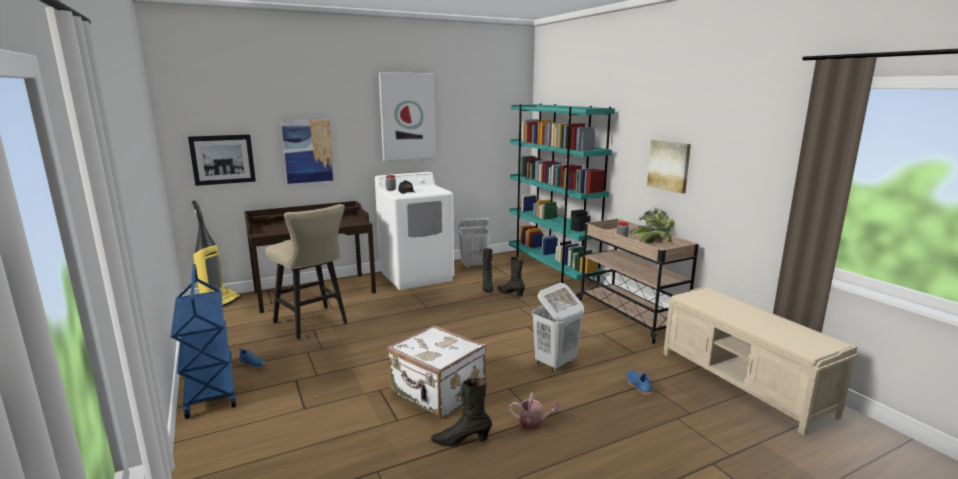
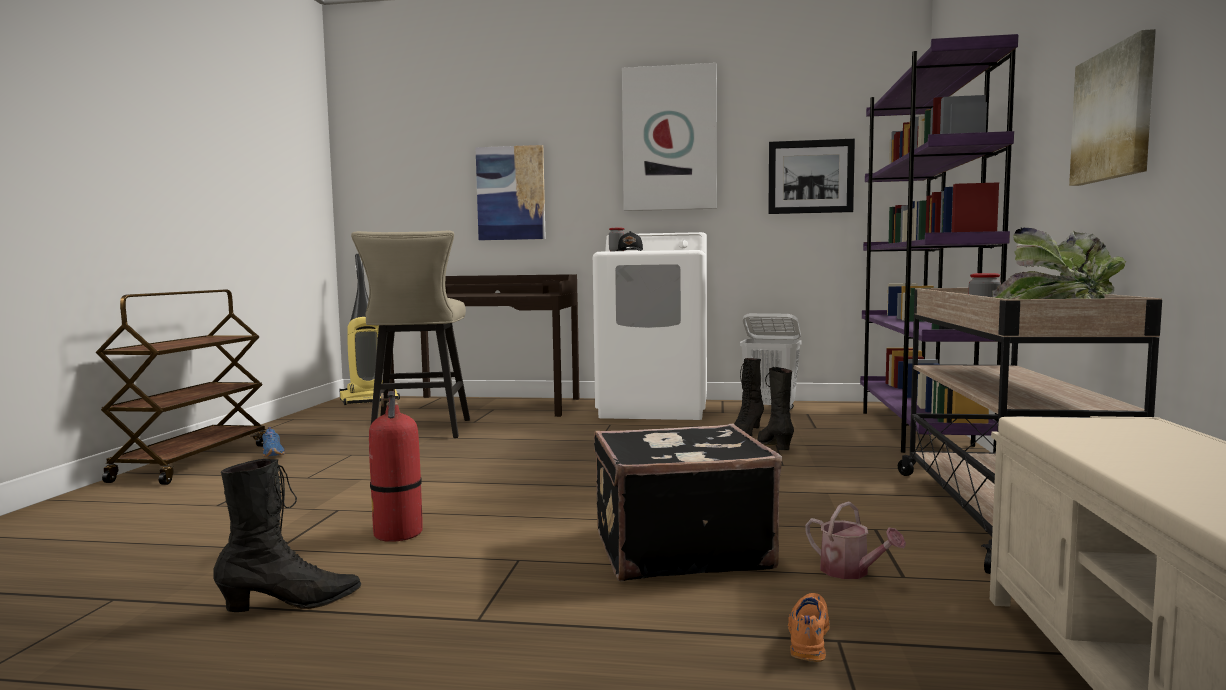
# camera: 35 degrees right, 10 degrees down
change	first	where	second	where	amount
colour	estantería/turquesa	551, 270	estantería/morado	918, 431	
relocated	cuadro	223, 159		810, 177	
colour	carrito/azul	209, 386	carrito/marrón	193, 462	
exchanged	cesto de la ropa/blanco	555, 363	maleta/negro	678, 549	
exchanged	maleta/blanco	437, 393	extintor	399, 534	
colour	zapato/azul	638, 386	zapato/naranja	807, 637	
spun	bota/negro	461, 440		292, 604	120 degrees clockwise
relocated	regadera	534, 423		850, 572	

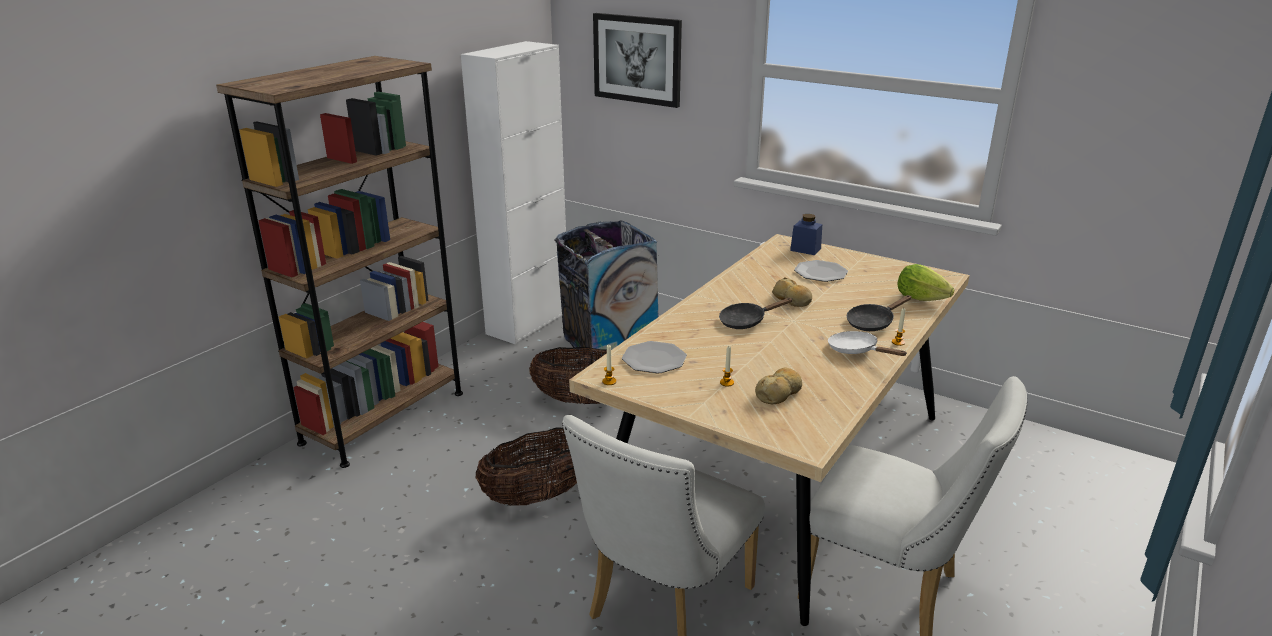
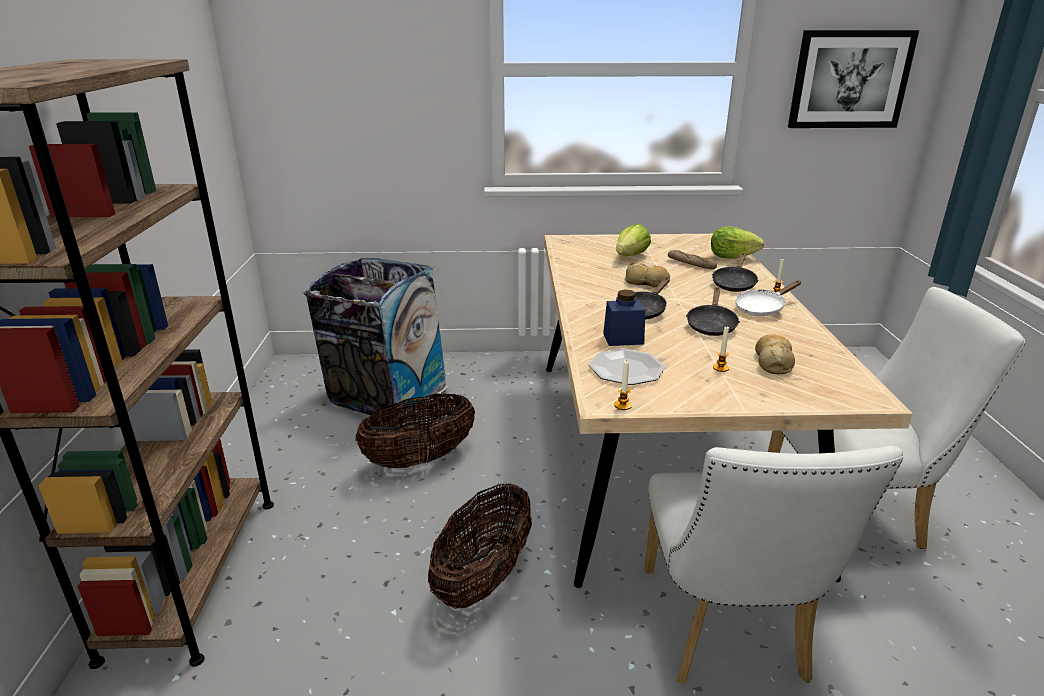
# camera: 35 degrees left, 0 degrees up
change	first	where	second	where	amount
relocated	cuadro	637, 59		850, 80	
missing	armario/blanco	528, 322			
relocated	tarro/azul	805, 249		623, 339	
exchanged	plato	820, 273	lechuga	631, 256	
spun	sartén/blanco	856, 351		762, 308	45 degrees counterclockwise
appeared			pan	691, 264	
appeared			sartén/negro	711, 325	

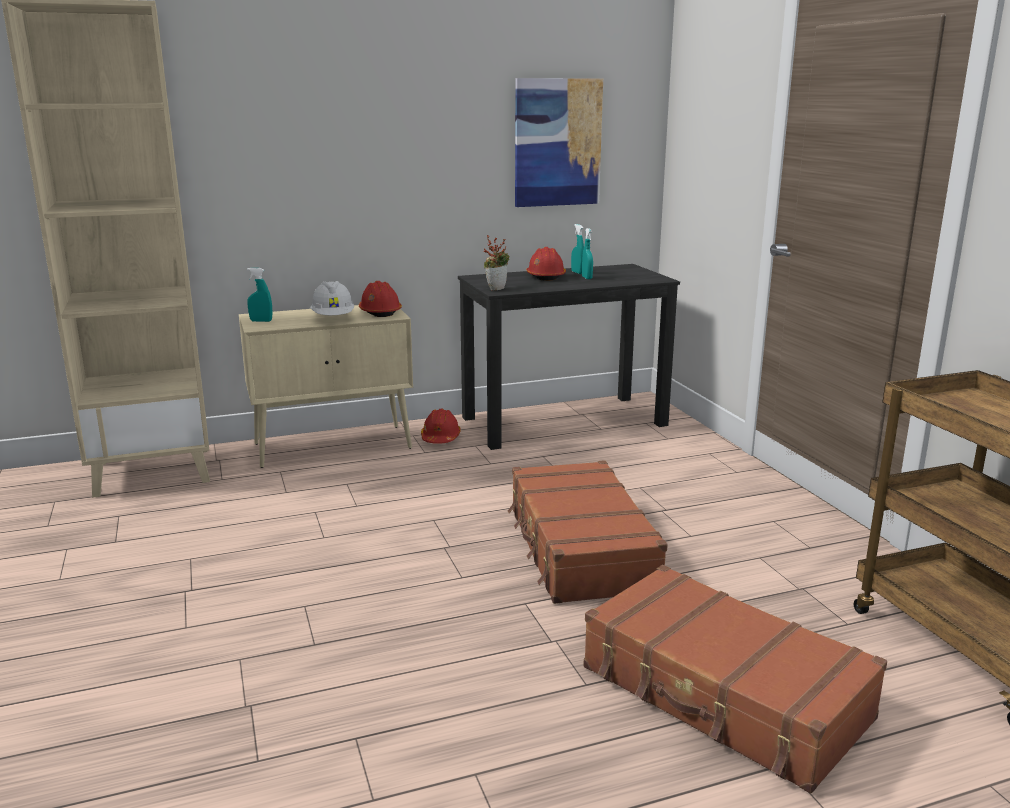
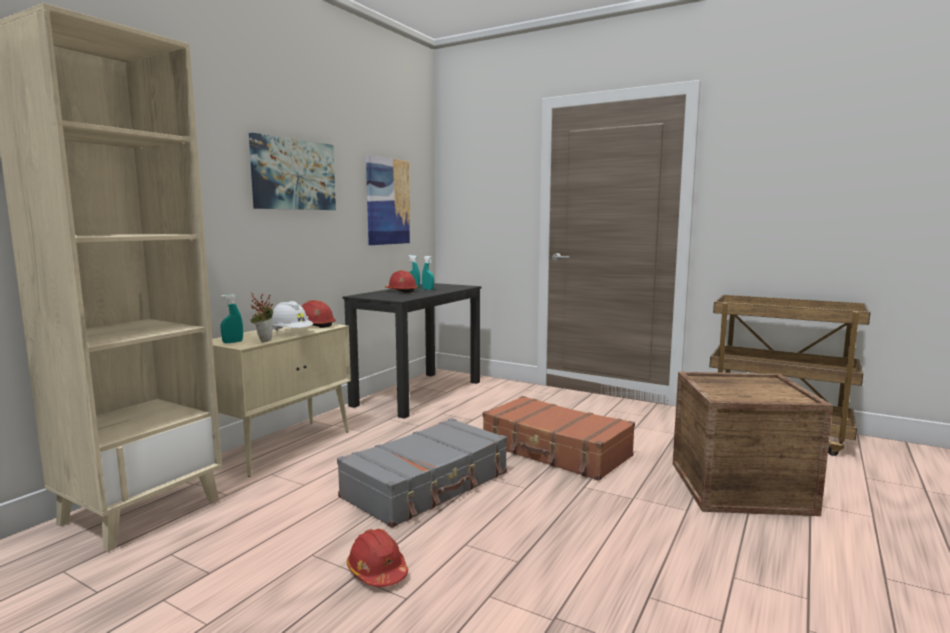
# camera: 40 degrees left, 10 degrees down
change	first	where	second	where	amount
relocated	planta en maceta	496, 288		264, 340	
relocated	casco/rojo	440, 438		377, 571	
exchanged	maleta/marrón	723, 694	caja de embalaje	739, 487	
appeared			cuadro	293, 174	
appeared			maleta/gris	427, 485	

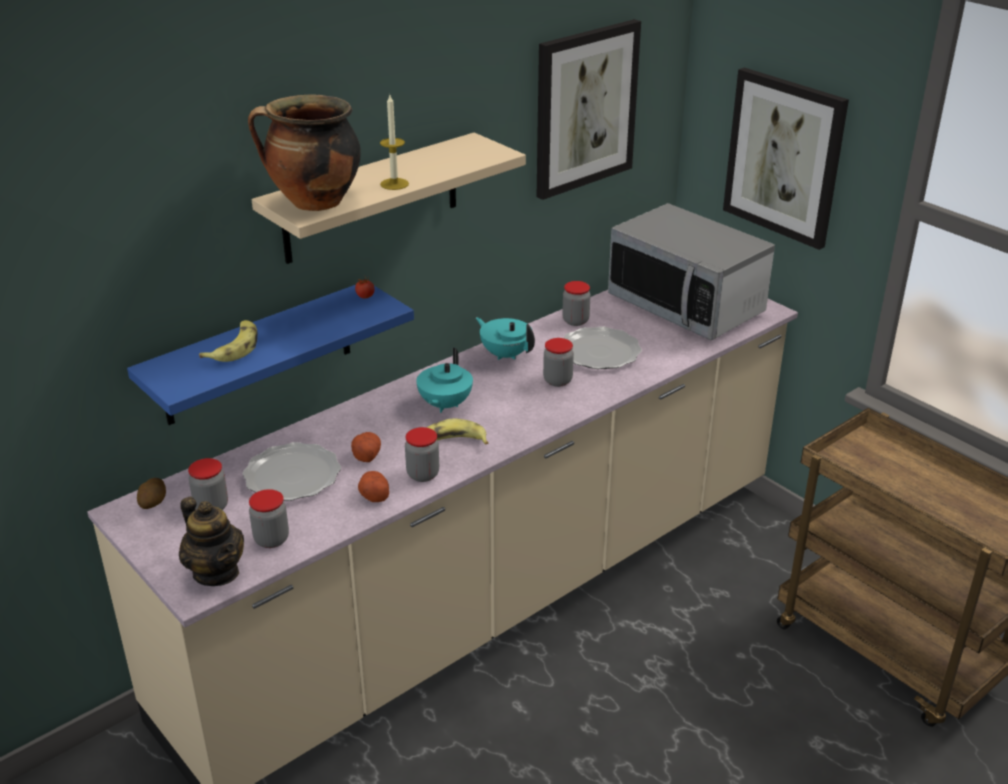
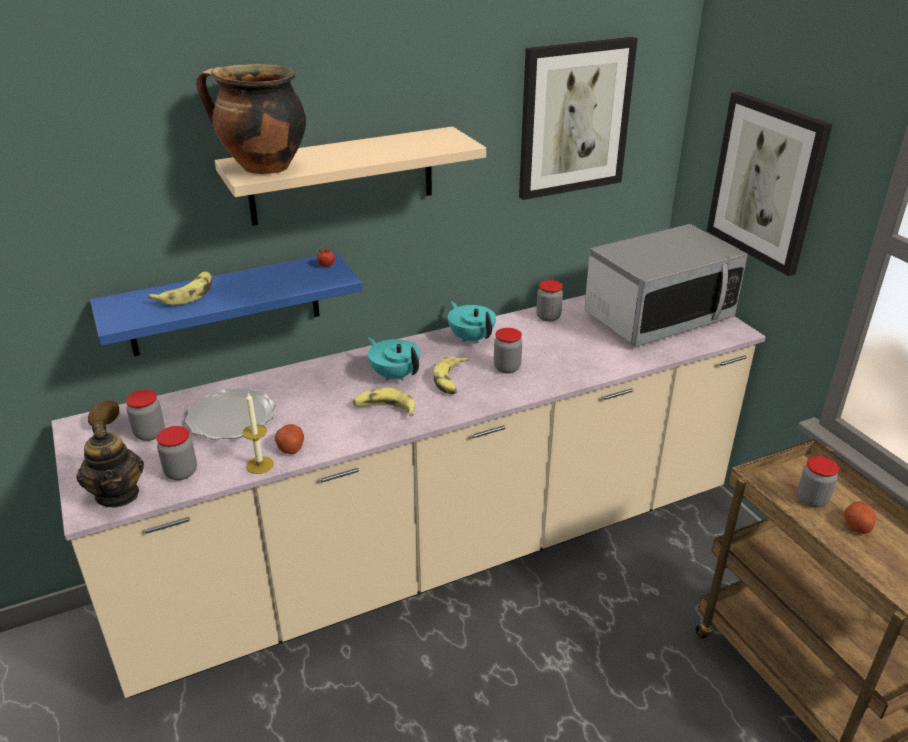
# camera: 15 degrees right, 0 degrees up
change	first	where	second	where	amount
relocated	vela	394, 184		260, 465	
spun	microondas	686, 306		657, 317	90 degrees counterclockwise
missing	plato	600, 352			
spun	tetera/turquesa	444, 405		395, 375	105 degrees clockwise
relocated	tarro	423, 474		812, 499	
relocated	patata	366, 455		857, 524	
appeared			plátano	451, 380	

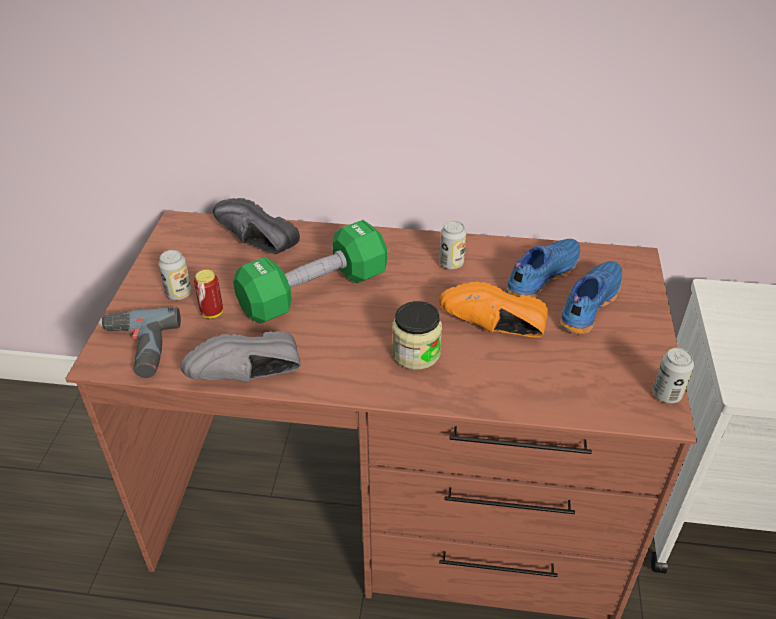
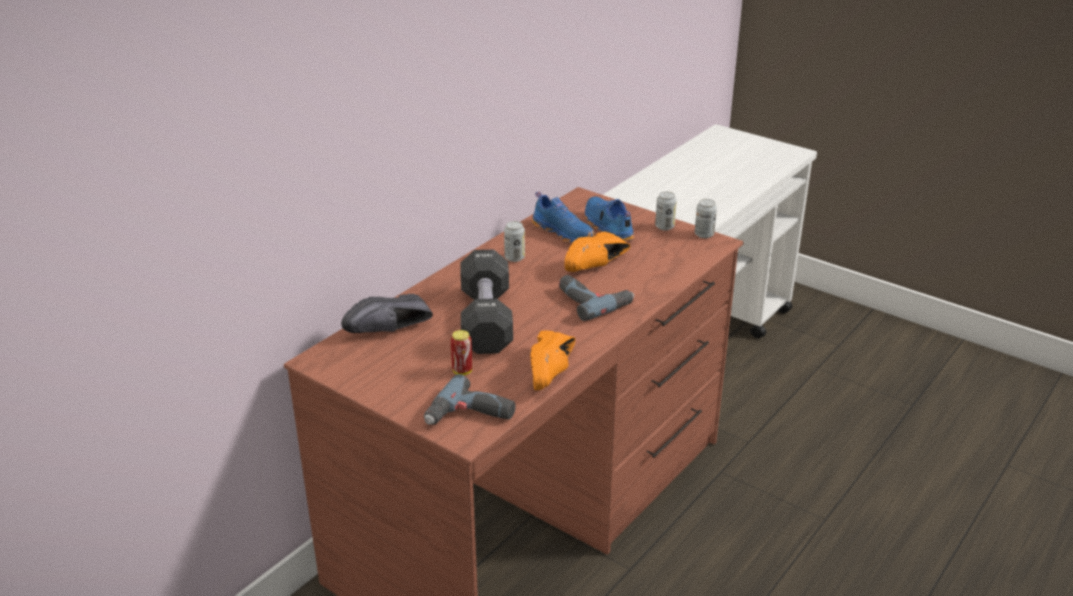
# camera: 60 degrees left, 10 degrees down
change	first	where	second	where	amount
colour	mancuerna/verde	314, 292	mancuerna/negro	486, 320	
spun	zapato/azul	540, 276		564, 232	150 degrees clockwise
relocated	lata	179, 293		664, 227	
exchanged	tarro	416, 353	taladro	593, 300	
colour	zapato/gris	248, 377	zapato/naranja	553, 373	

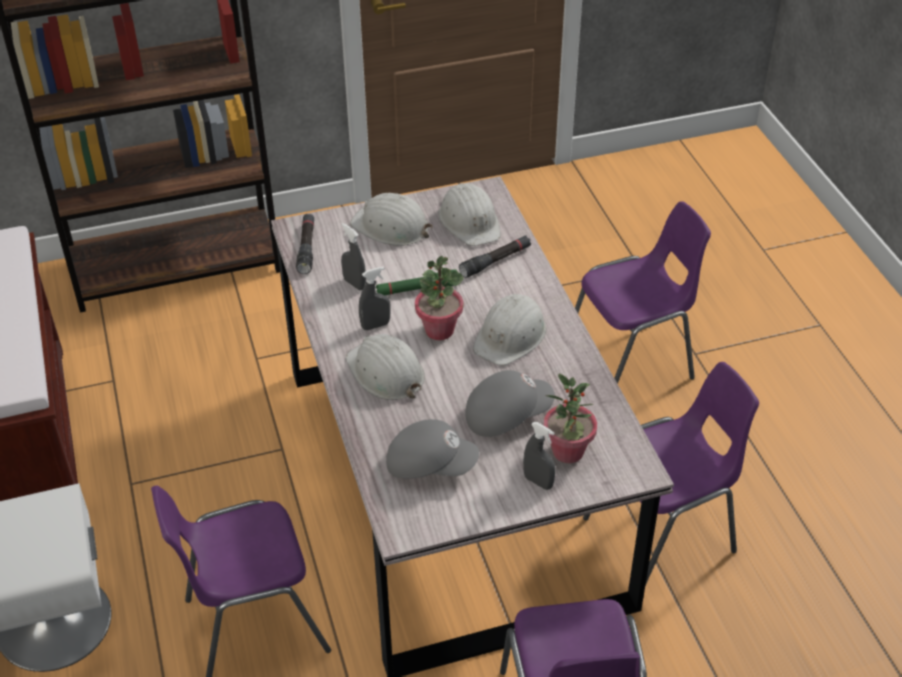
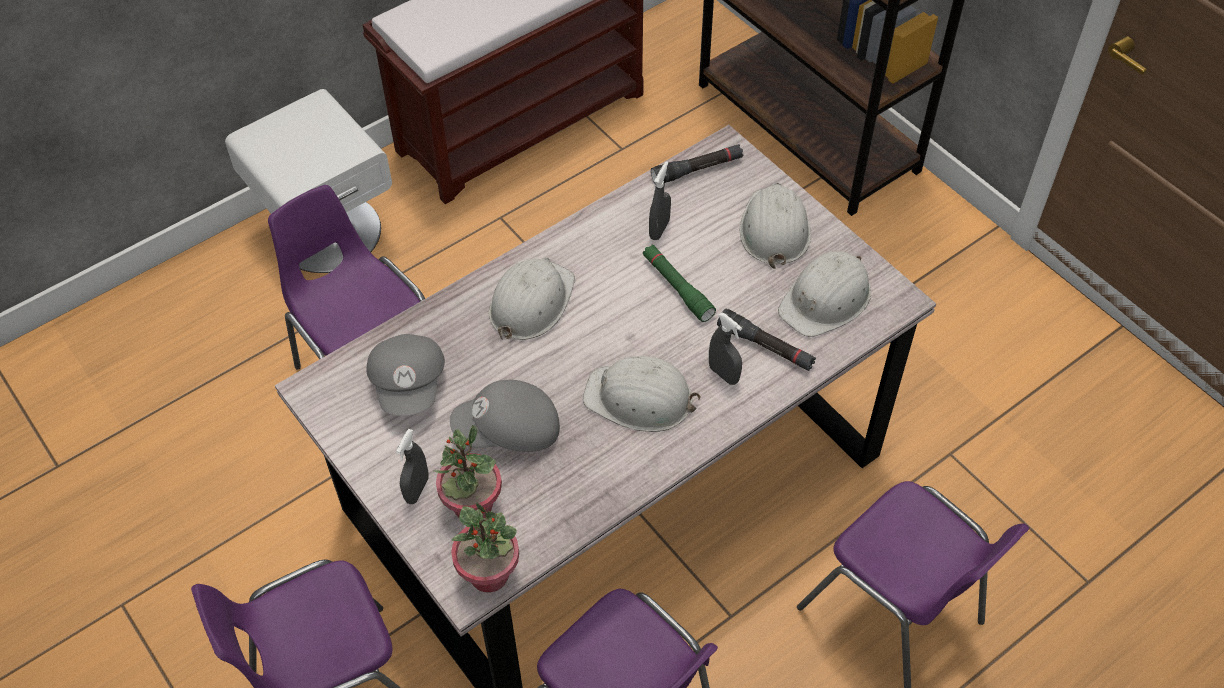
# camera: 70 degrees right, 10 degrees up
change	first	where	second	where	amount
relocated	planta en maceta	439, 330		489, 574	
relocated	pulverizador/gris	375, 325		723, 374	
spun	gorra/gris	507, 414		509, 432	120 degrees clockwise

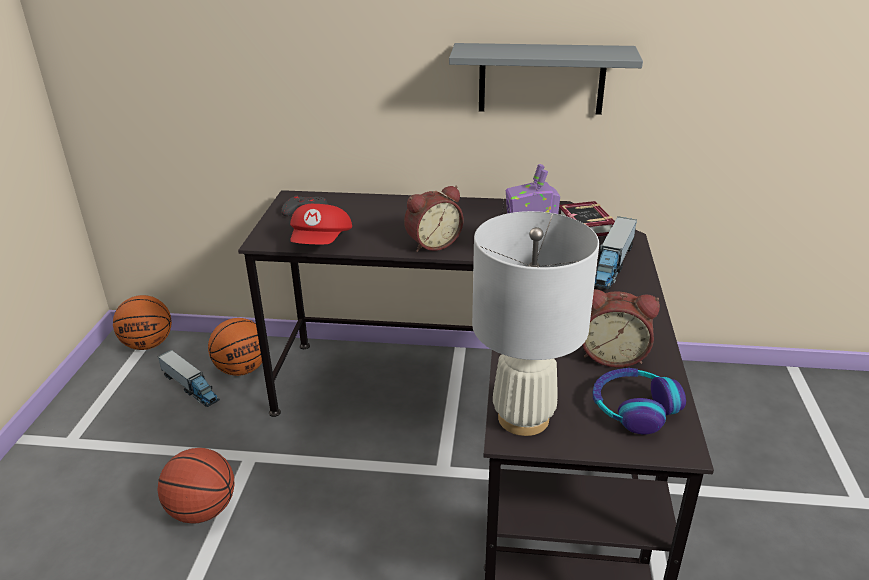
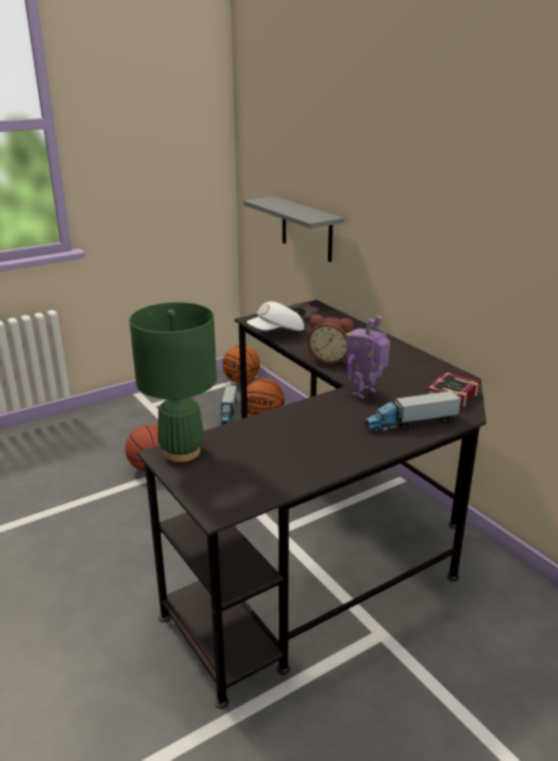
# camera: 50 degrees right, 5 degrees down
change	first	where	second	where	amount
relocated	estante/gris	541, 79		306, 229	
colour	gorra/rojo	322, 243	gorra/blanco	277, 332	
colour	lámpara de mesa/blanco	524, 418	lámpara de mesa/verde	182, 452	
missing	despertador	612, 355			
missing	auriculares	633, 408			

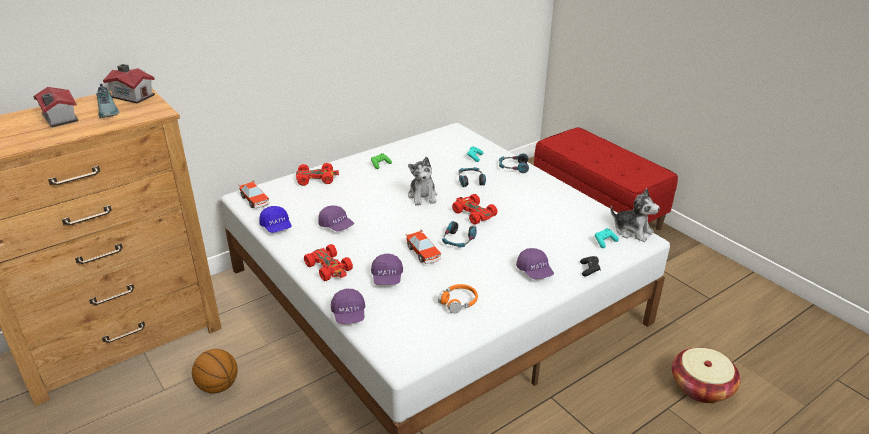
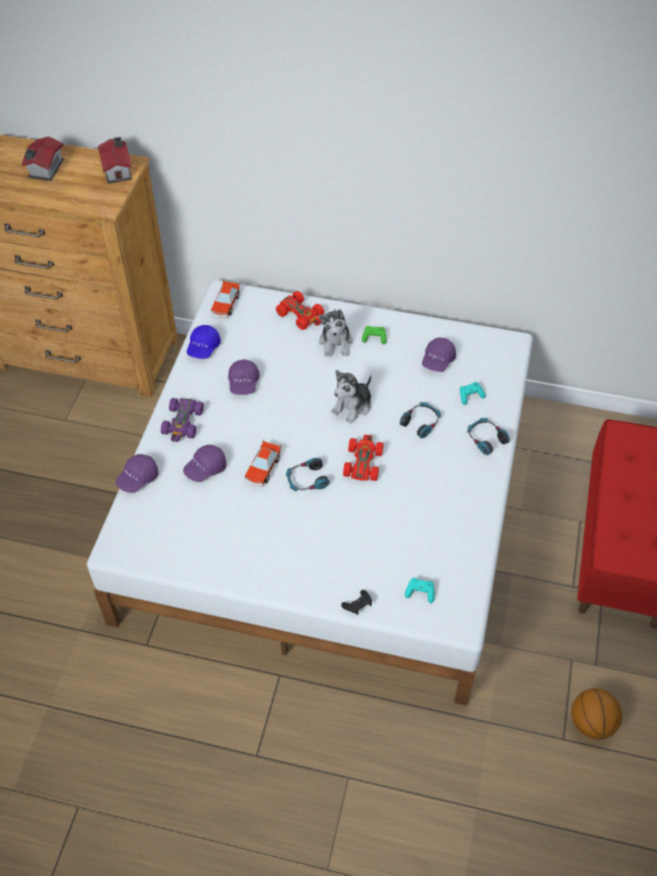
# camera: 50 degrees right, 20 degrees up
change	first	where	second	where	amount
missing	zapato	109, 110			
relocated	peluche	632, 231		336, 342	
colour	coche de juguete/rojo	329, 268	coche de juguete/morado	183, 423	
relocated	gorra/morado	534, 271		438, 361	
missing	auriculares/naranja	458, 302			
missing	cesta	701, 387			
relocated	balón de baloncesto	218, 386		591, 723	

